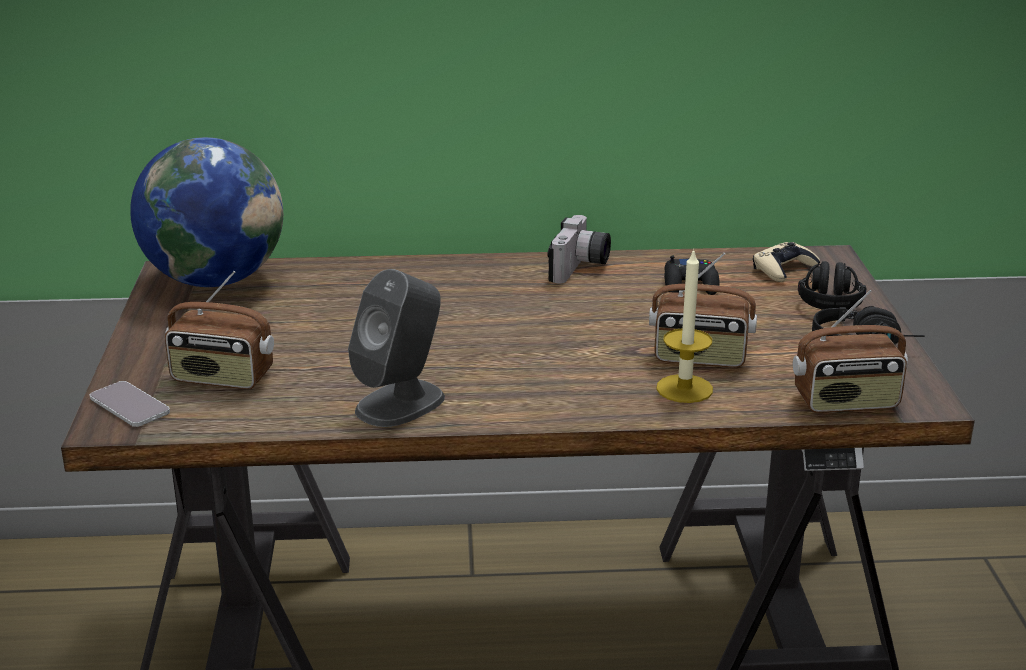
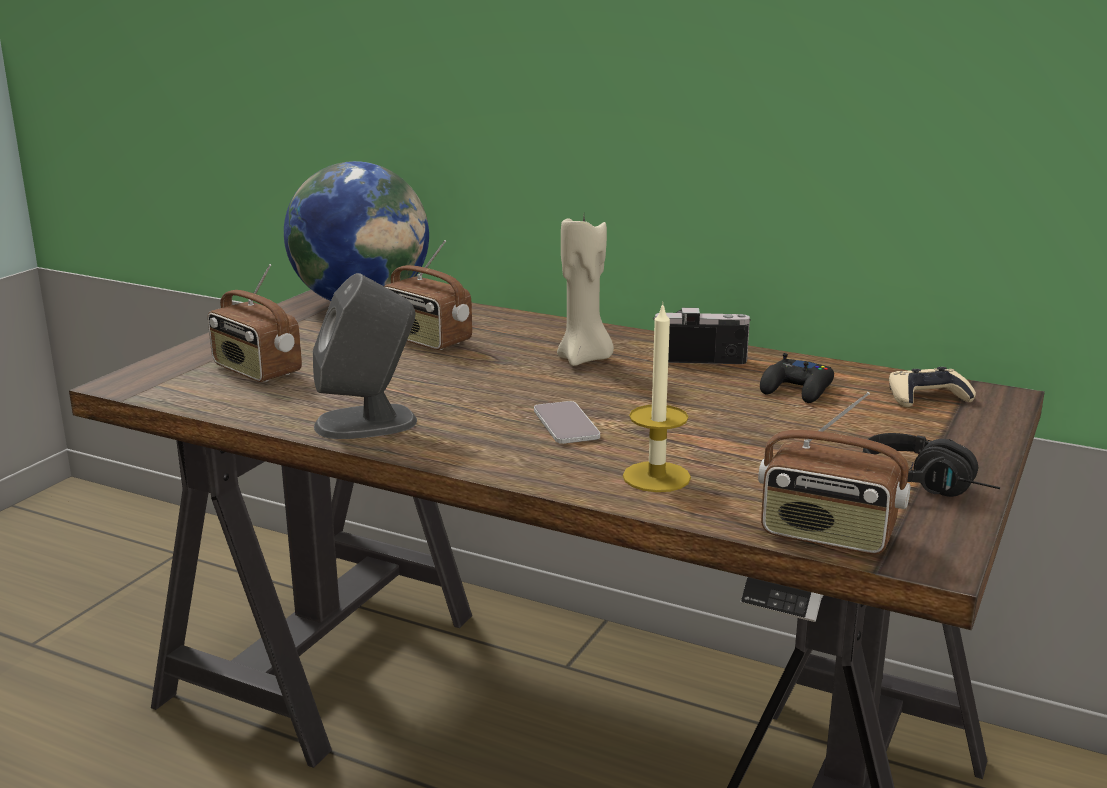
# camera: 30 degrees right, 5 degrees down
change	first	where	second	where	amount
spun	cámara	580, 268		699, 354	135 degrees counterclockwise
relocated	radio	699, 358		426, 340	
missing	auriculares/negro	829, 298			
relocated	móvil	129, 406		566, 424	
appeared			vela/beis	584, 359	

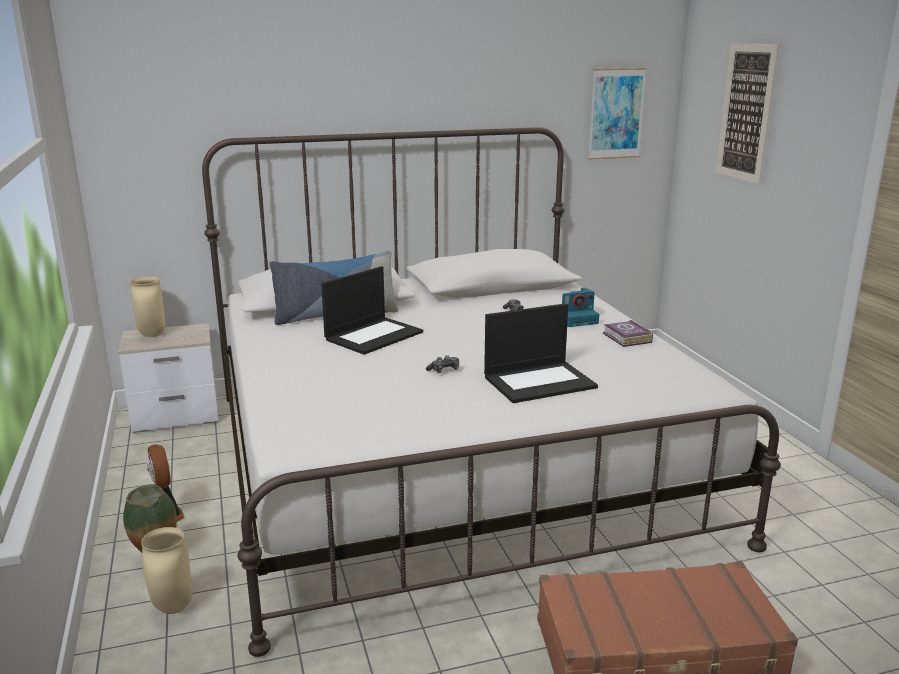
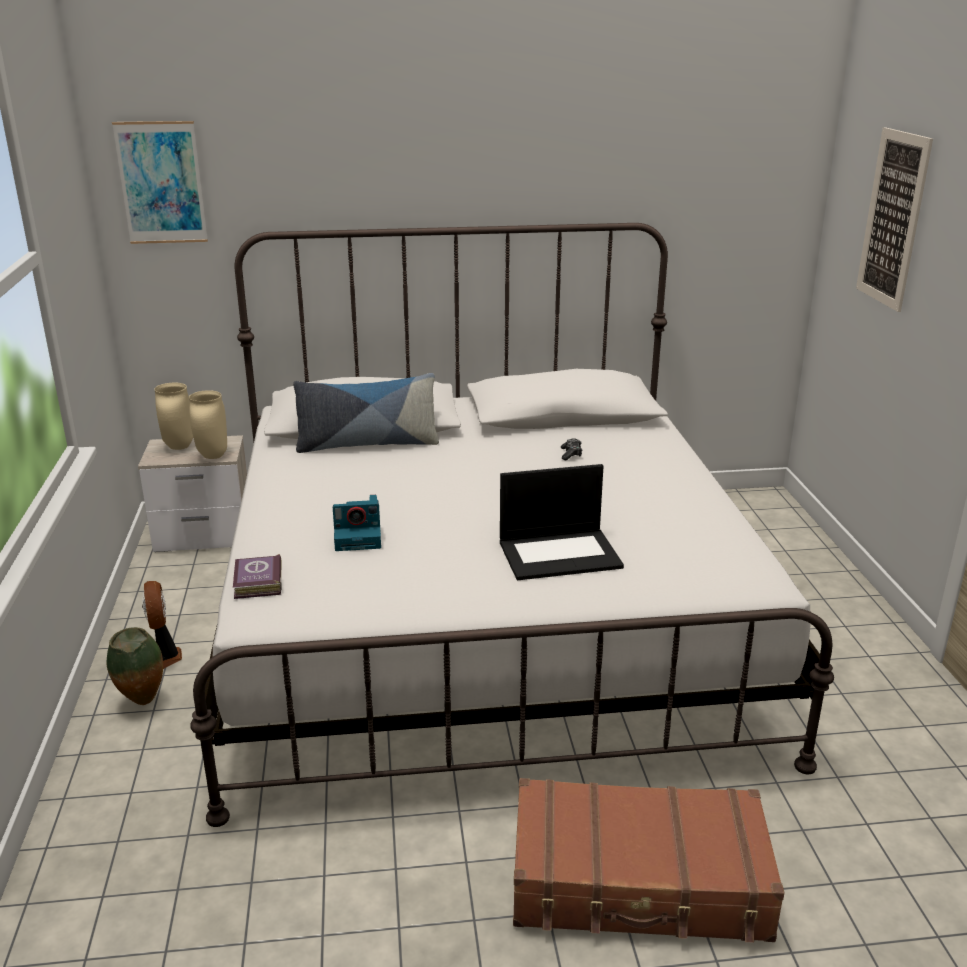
# camera: 10 degrees right, 5 degrees up
change	first	where	second	where	amount
relocated	cuadro	616, 114		161, 183	
missing	portátil	374, 335			
relocated	cámara	576, 319		359, 537	
relocated	libro	626, 338		257, 583	
missing	mando de consola	444, 370			
relocated	florero/beis	172, 608		212, 456	

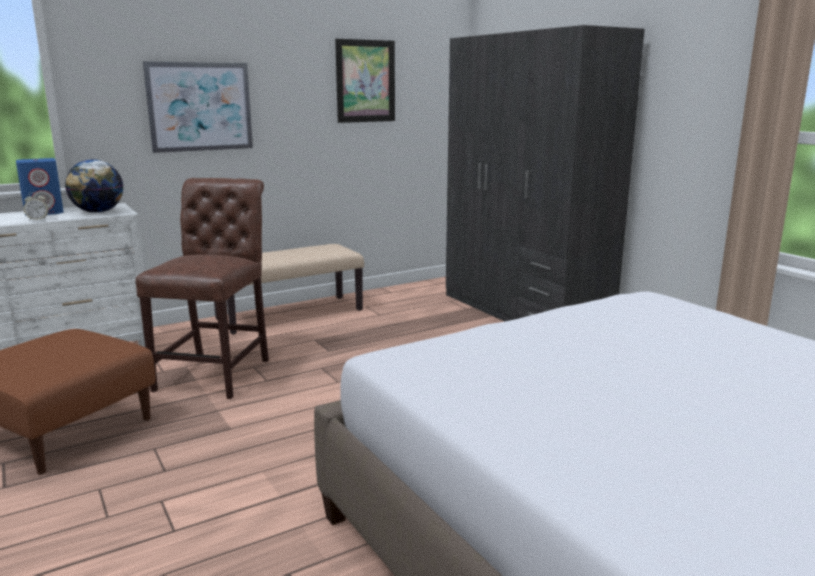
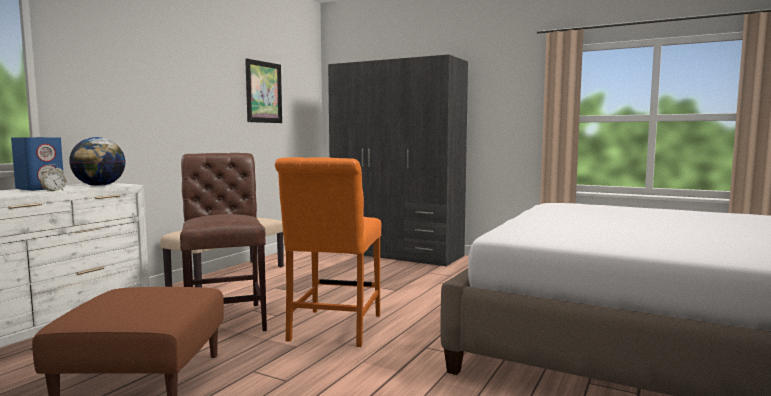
# camera: 30 degrees left, 10 degrees down
change	first	where	second	where	amount
missing	cuadro	200, 107			
appeared			silla/naranja	332, 329	

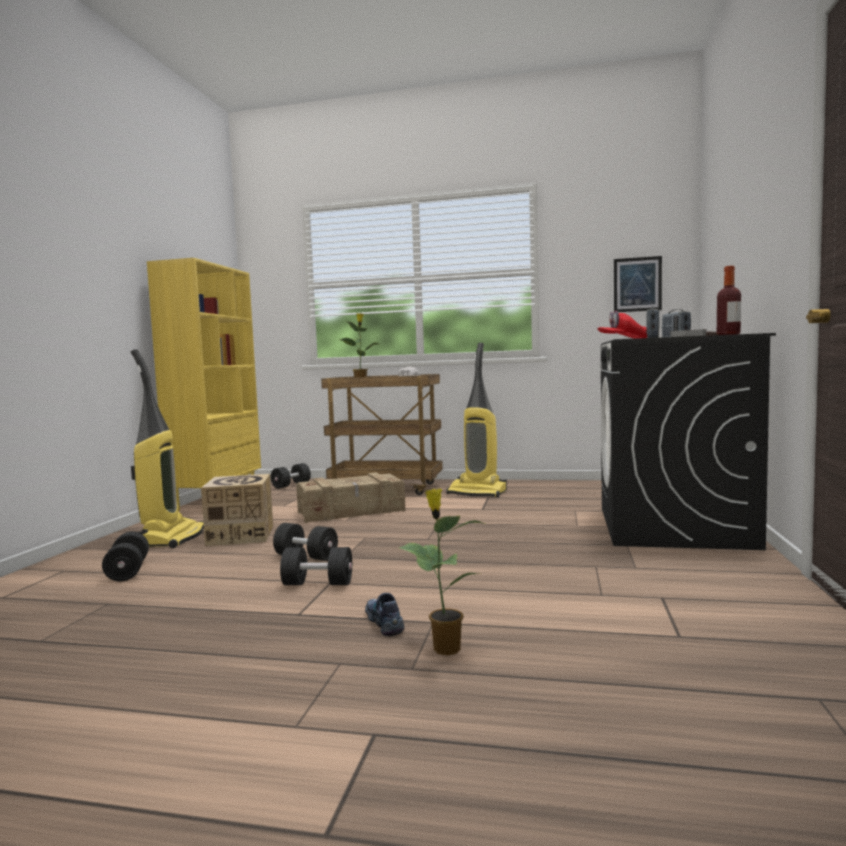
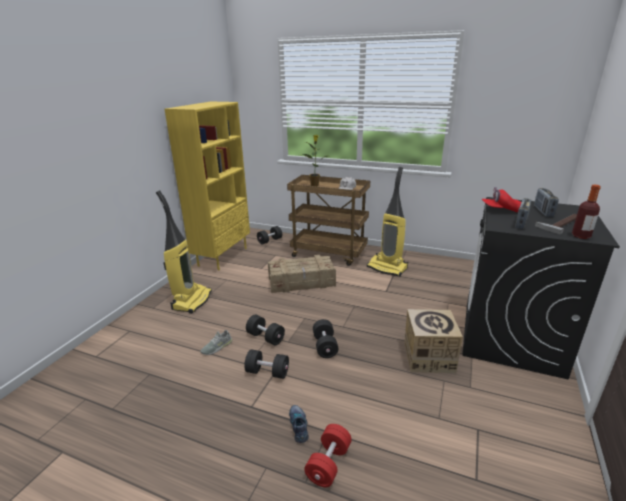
# camera: 10 degrees right, 20 degrees up
change	first	where	second	where	amount
missing	cuadro	637, 284			
relocated	caja de cartón	240, 536		428, 357	
exchanged	planta en maceta	445, 648	mancuerna/rojo	328, 463	
relocated	mancuerna/negro	128, 571		325, 346	
appeared			zapato/gris	217, 347	

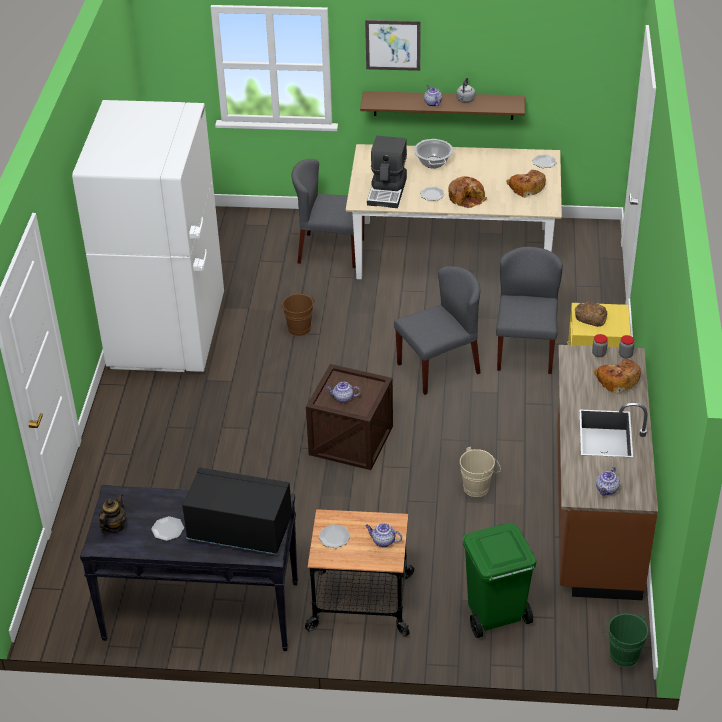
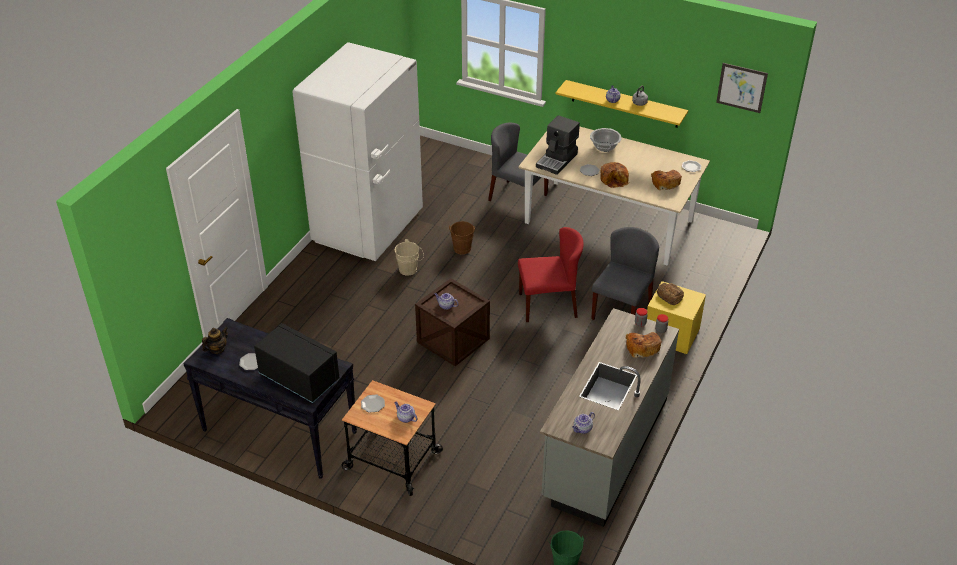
# camera: 20 degrees right, 0 degrees up
change	first	where	second	where	amount
relocated	cuadro	393, 45		741, 87	
colour	estante/marrón	443, 105	estante/amarillo	625, 104	
colour	silla/gris	439, 368	silla/rojo	548, 305	
colour	mueble bajo de cocina/marrón	594, 512	mueble bajo de cocina/gris	605, 448	
relocated	cubo/beis	478, 487		410, 269	
missing	papelera/verde	495, 616			

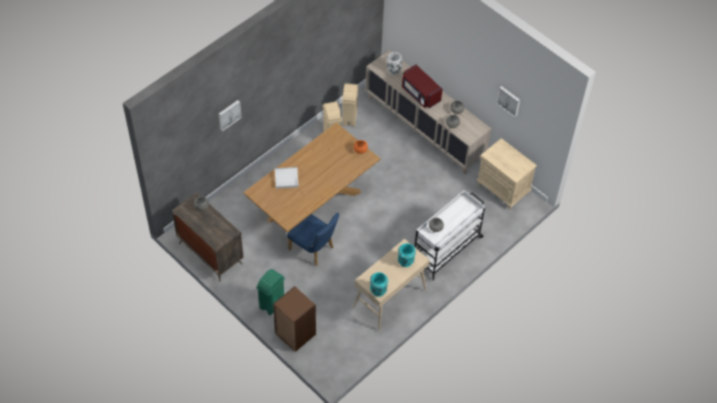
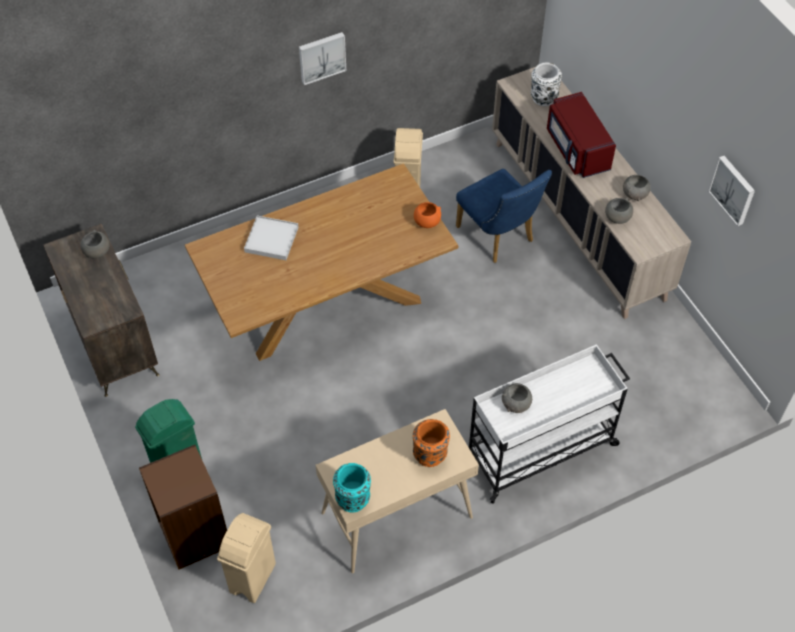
# camera: 20 degrees right, 0 degrees up
change	first	where	second	where	amount
relocated	papelera/beis	349, 118		252, 578	
relocated	cuadro	229, 114		321, 57	
missing	mesita de noche/beis	503, 189			
relocated	silla/azul	314, 250		498, 237	
colour	florero/turquesa	406, 261	florero/naranja	430, 454	

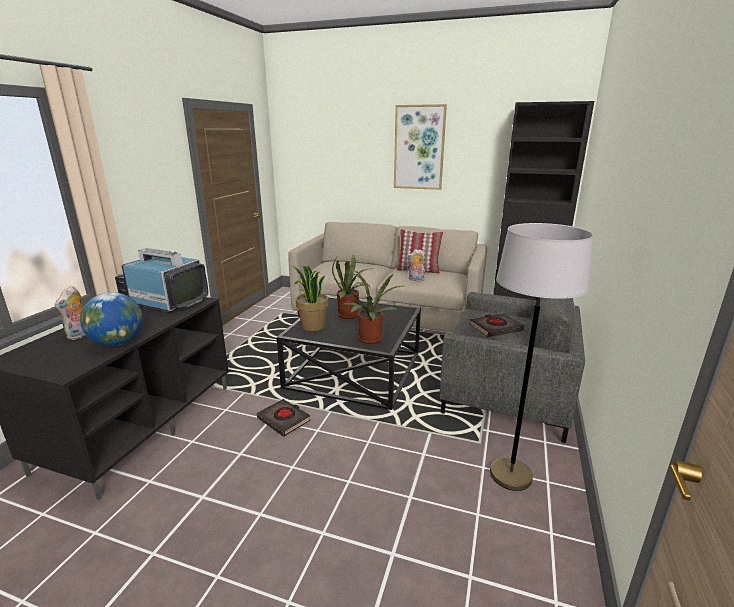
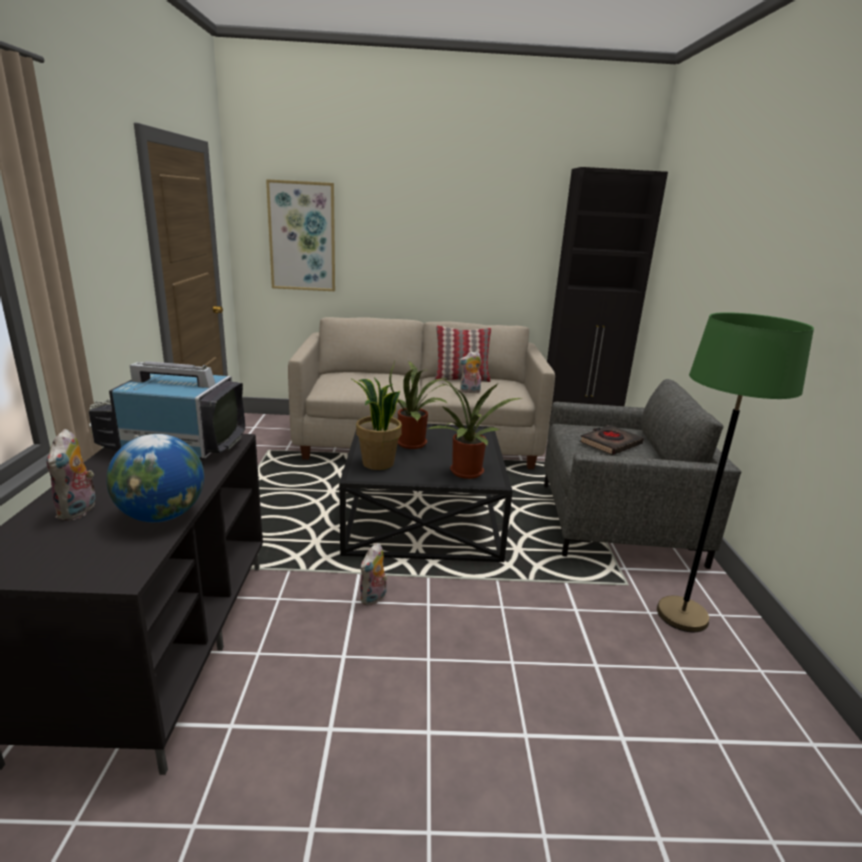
# camera: 20 degrees left, 0 degrees up
change	first	where	second	where	amount
relocated	cuadro	419, 148		302, 237	
colour	lámpara de pie/gris	510, 475	lámpara de pie/verde	682, 615	
exchanged	libro/negro	284, 420	peluche	374, 598	

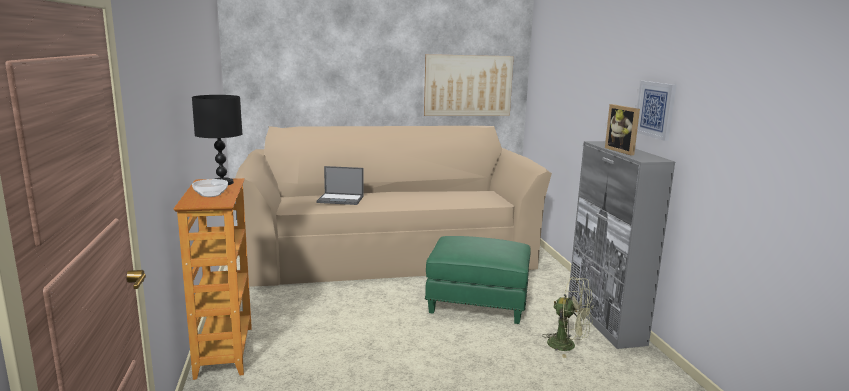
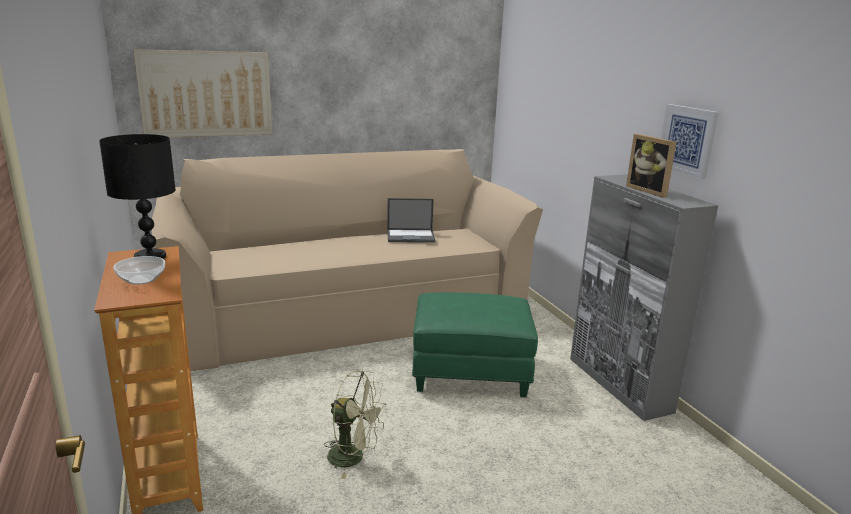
# camera: 10 degrees left, 5 degrees up
change	first	where	second	where	amount
relocated	cuadro	468, 85		206, 94	
relocated	portátil	341, 199		411, 236	
relocated	ventilador/verde	568, 345		354, 457	

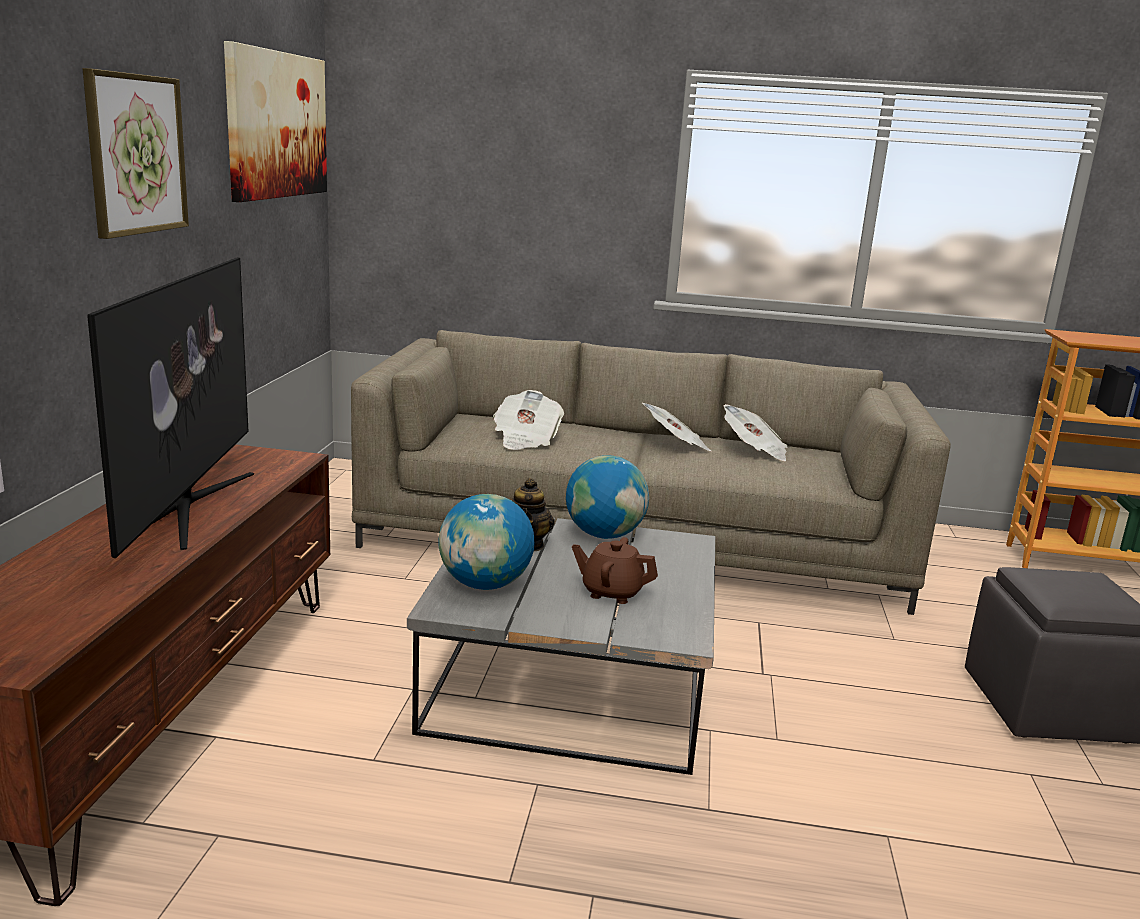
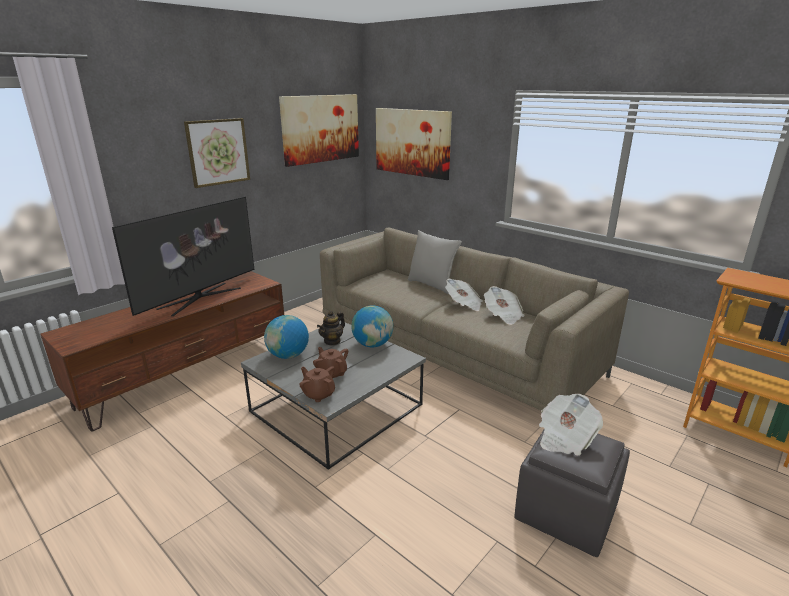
# camera: 35 degrees right, 5 degrees up
change	first	where	second	where	amount
relocated	periódico	525, 439		565, 437	
appeared			cuadro	412, 142	
appeared			cojín/gris	432, 285	
appeared			tetera/marrón	318, 394	

